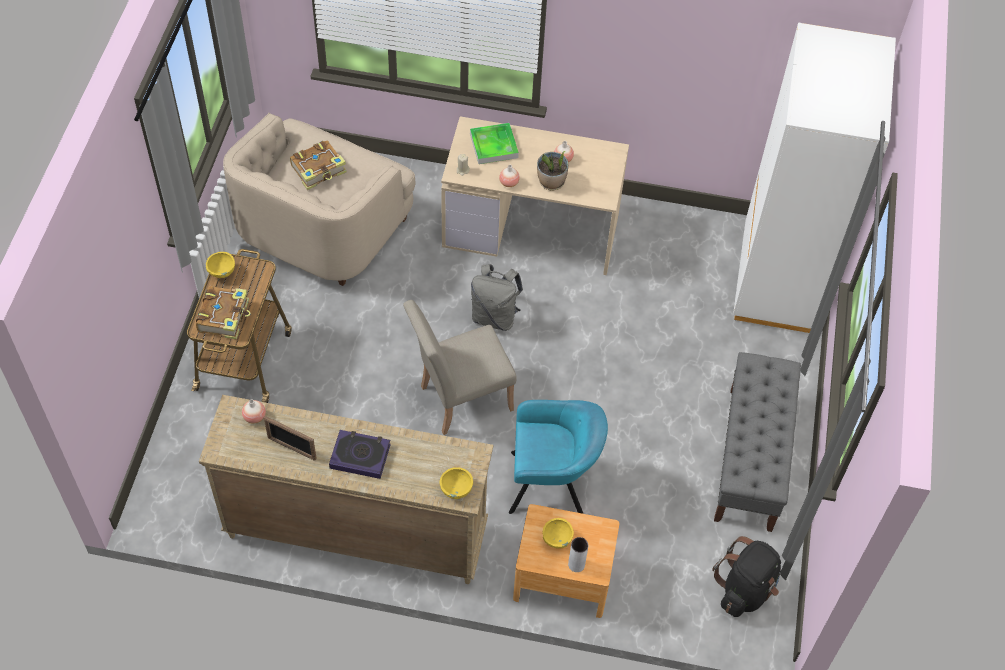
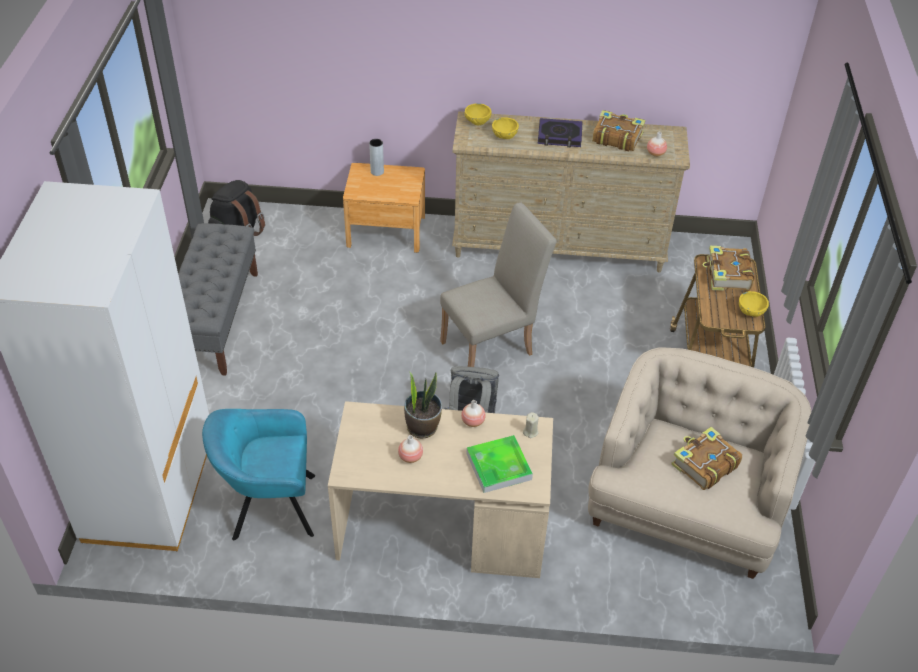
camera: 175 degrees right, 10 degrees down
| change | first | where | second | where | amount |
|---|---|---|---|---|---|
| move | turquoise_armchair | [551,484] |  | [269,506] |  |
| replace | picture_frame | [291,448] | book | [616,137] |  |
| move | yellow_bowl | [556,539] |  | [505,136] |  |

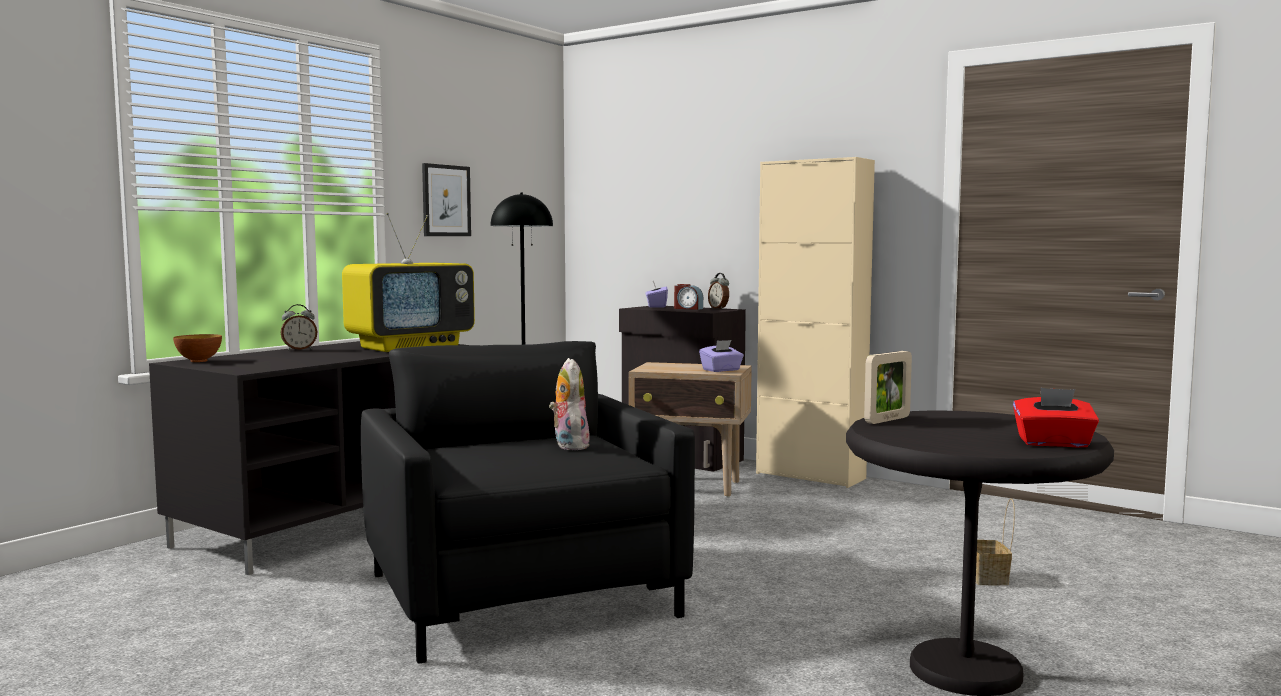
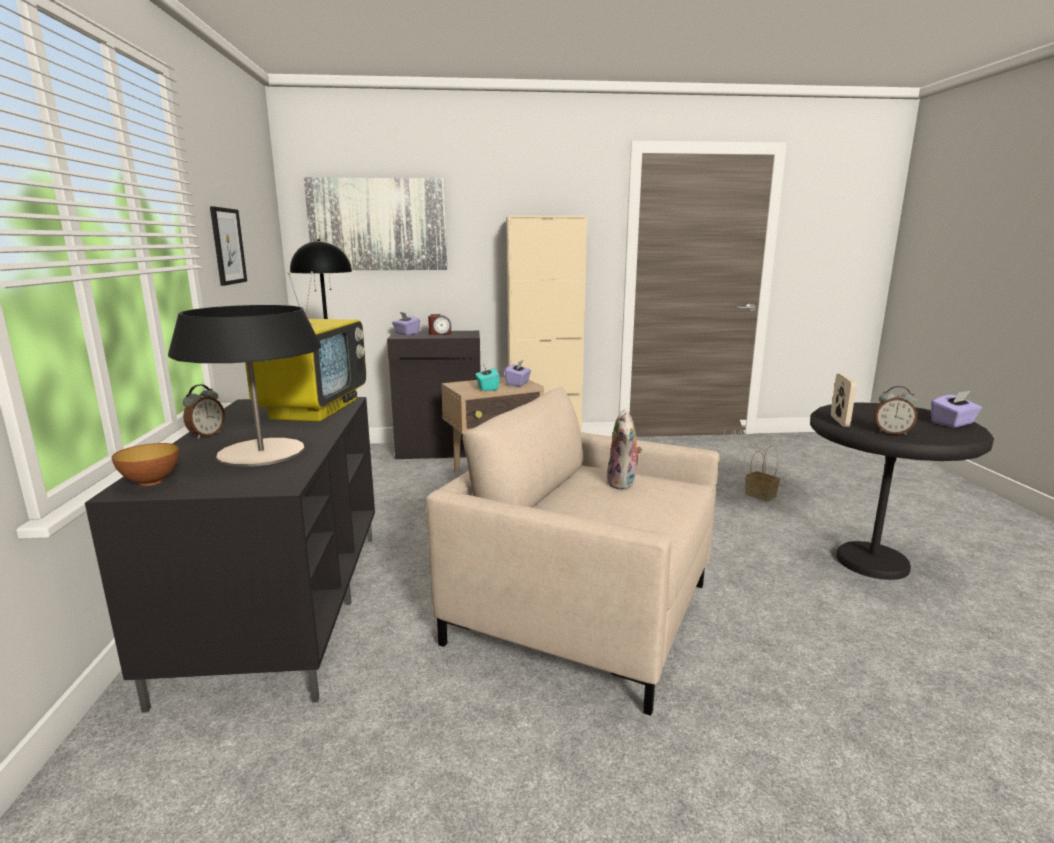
camera: 40 degrees left, 10 degrees up
| change | first | where | second | where | amount |
|---|---|---|---|---|---|
| move | alarm_clock | [719,308] |  | [891,433] |  |
| recolor | black_armchair | [522,595] | beige_armchair | [582,612] |  |
| rotate | plush_toy | [568,446] |  | [623,483] | 120 degrees counterclockwise |
| recolor | red_tissue_box | [1053,443] | purple_tissue_box | [953,423] |  |
| insert |  |  | picture | [378,225] |  |
| insert |  |  | table_lamp | [261,452] |  |
| insert |  |  | turquoise_tissue_box | [487,388] |  |

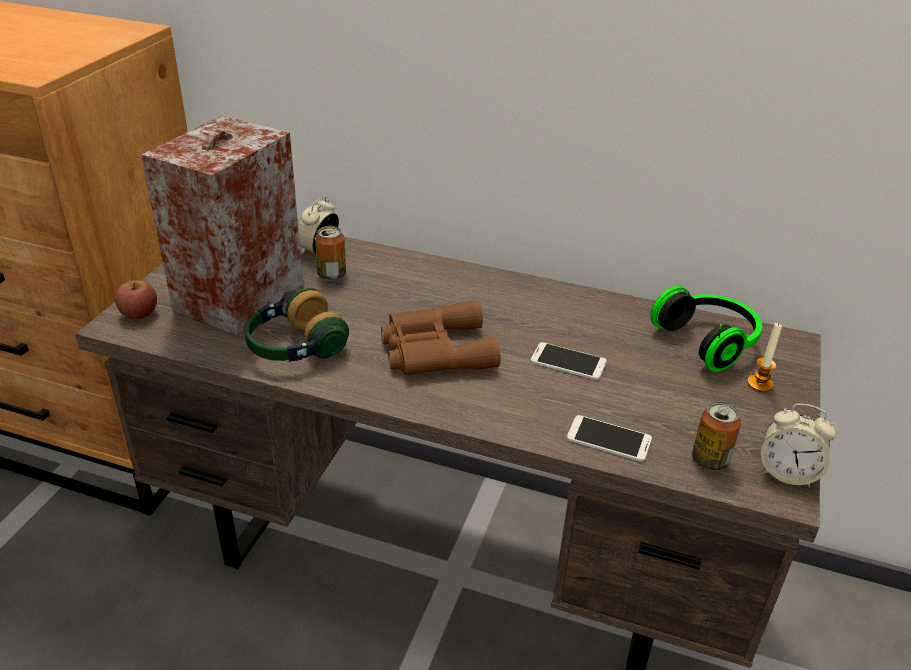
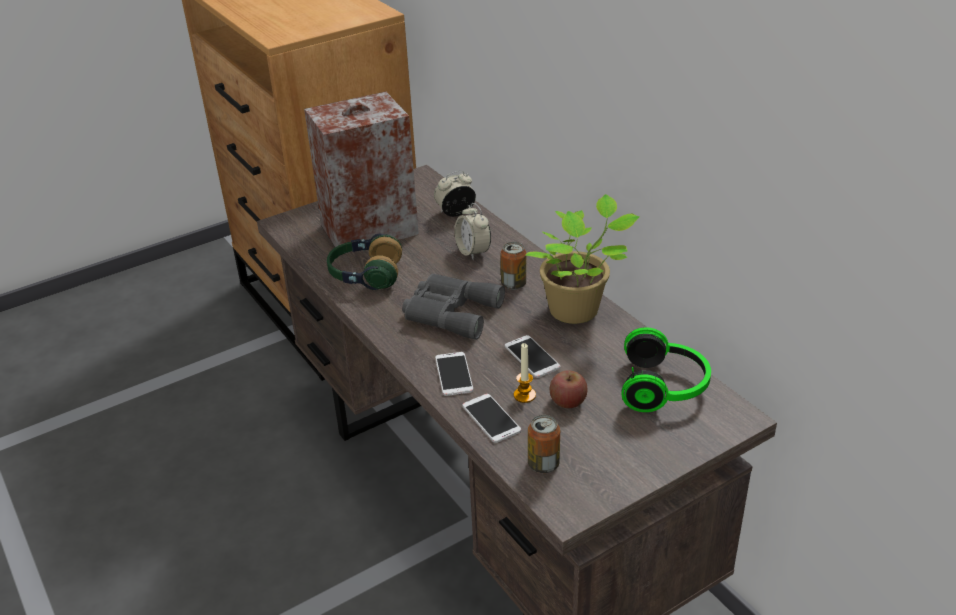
camera: 40 degrees right, 0 degrees up
| change | first | where | second | where | amount |
|---|---|---|---|---|---|
| move | can | [332,275] |  | [513,284] |  |
| move | apple | [139,313] |  | [568,401] |  |
| recolor | brown_binoculars | [434,350] | grey_binoculars | [449,312] |  |
| move | candle | [760,384] |  | [524,395] |  |
| move | alarm_clock | [787,473] |  | [473,252] |  |
| insert |  |  | potted_plant | [578,310] |  |
| insert |  |  | phone | [454,374] |  |

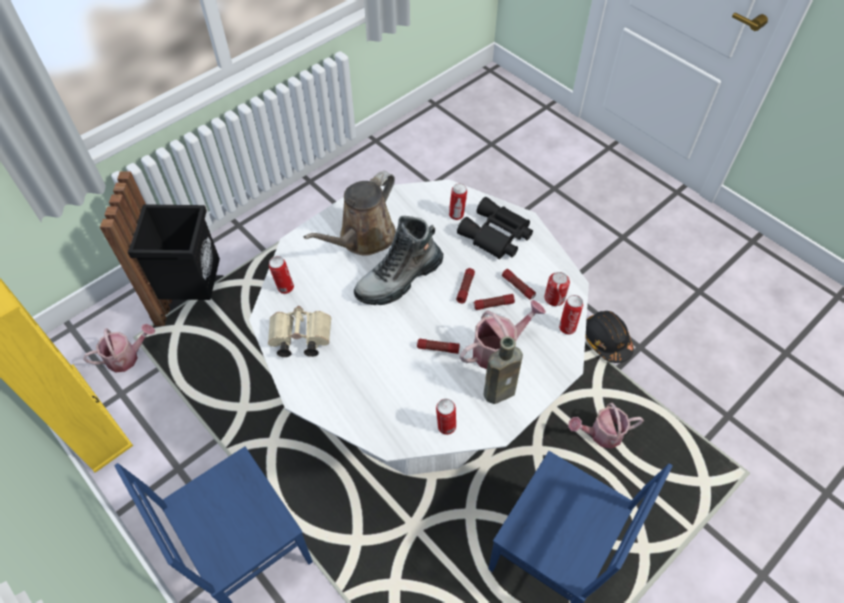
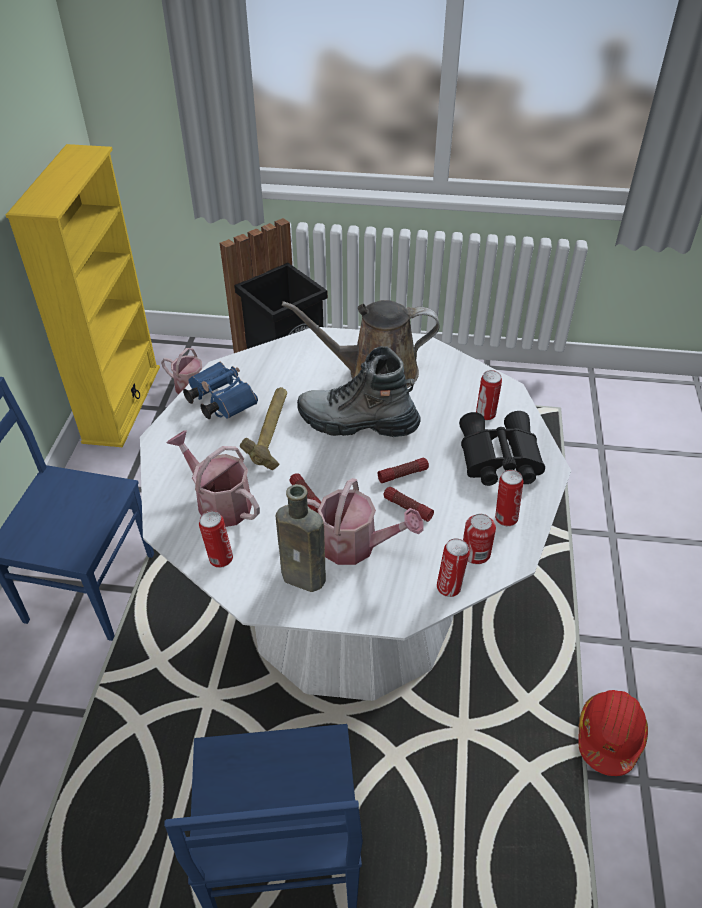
camera: 50 degrees right, 10 degrees down
| change | first | where | second | where | amount |
|---|---|---|---|---|---|
| move | can | [284,288] |  | [505,518] |  |
| delete | flashlight | [518,287] |  |  |  |
| recolor | beige_binoculars | [299,339] | blue_binoculars | [219,401] |  |
| recolor | black_hard_hat | [606,340] | red_hard_hat | [609,736] |  |
| move | watering_can | [601,434] |  | [219,502] |  |
| insert |  |  | hammer | [271,436] |  |

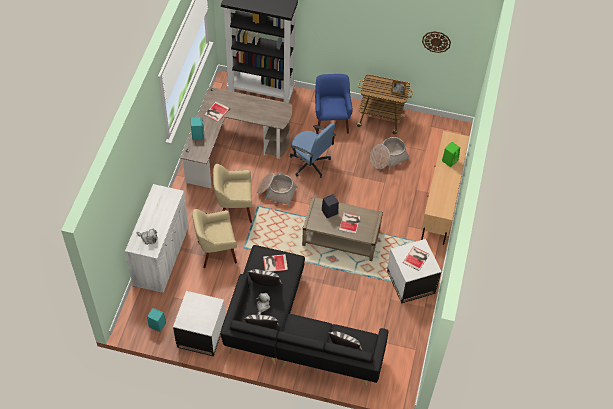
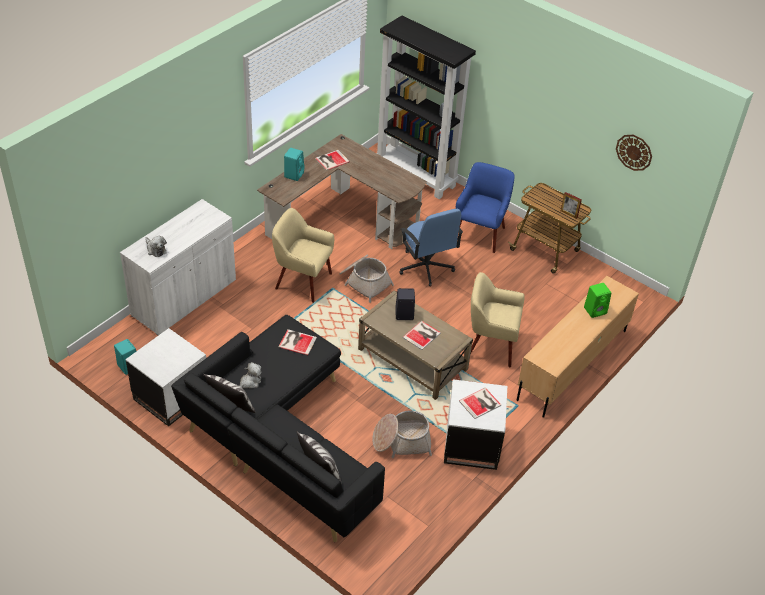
camera: 25 degrees right, 10 degrees down
| change | first | where | second | where | amount |
|---|---|---|---|---|---|
| move | basket | [388,158] |  | [401,441] |  |
| move | beige_armchair | [216,251] |  | [490,345] |  |
| delete | pillow | [265,285] |  |  |  |

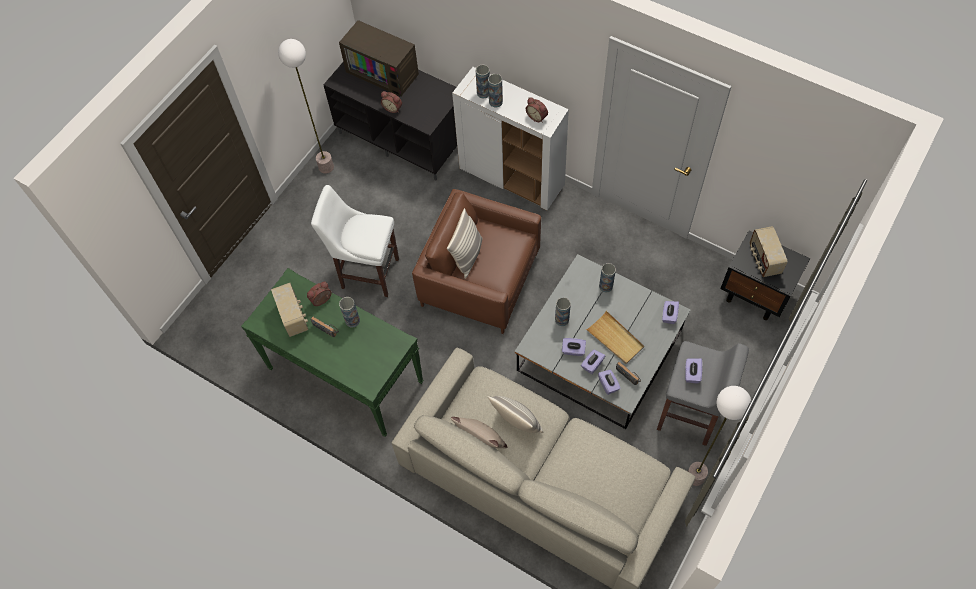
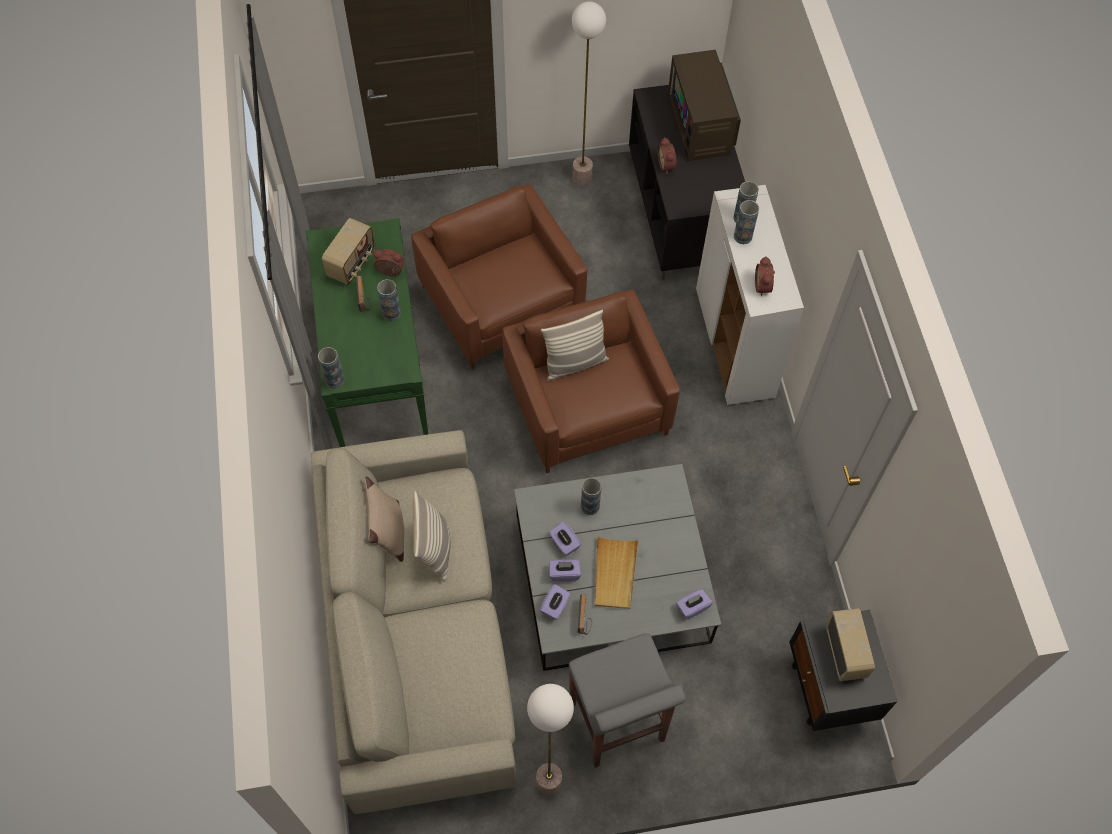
camera: 45 degrees right, 0 degrees up
| change | first | where | second | where | amount |
|---|---|---|---|---|---|
| replace | white_stool | [367,272] | brown_armchair | [501,302] |  |
| rotate | radio | [763,260] |  | [845,652] | 135 degrees clockwise |
| move | vase | [605,286] |  | [334,380] |  |
| delete | purple_tissue_box | [692,374] |  |  |  |

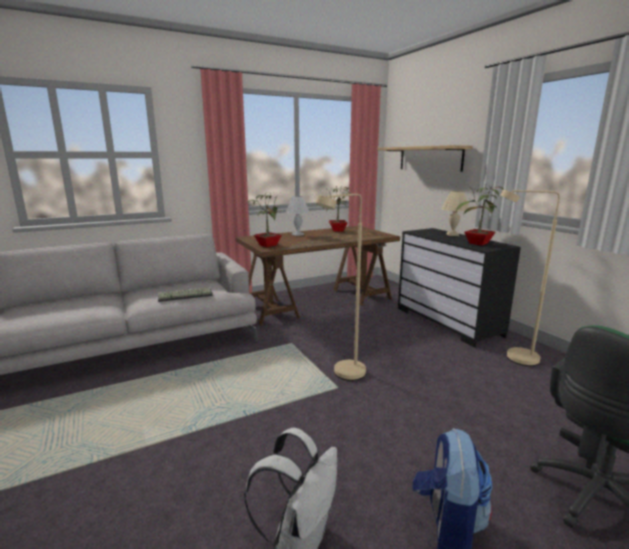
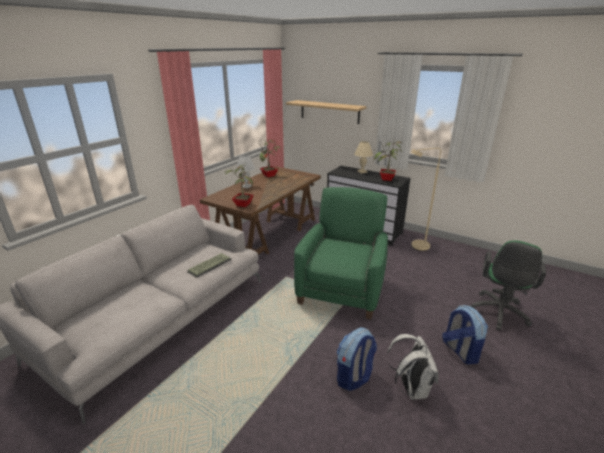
camera: 30 degrees left, 10 degrees up
| change | first | where | second | where | amount |
|---|---|---|---|---|---|
| replace | beige_floor_lamp | [343,375] | green_armchair | [342,289] |  |
| insert |  |  | backpack | [354,377] |  |

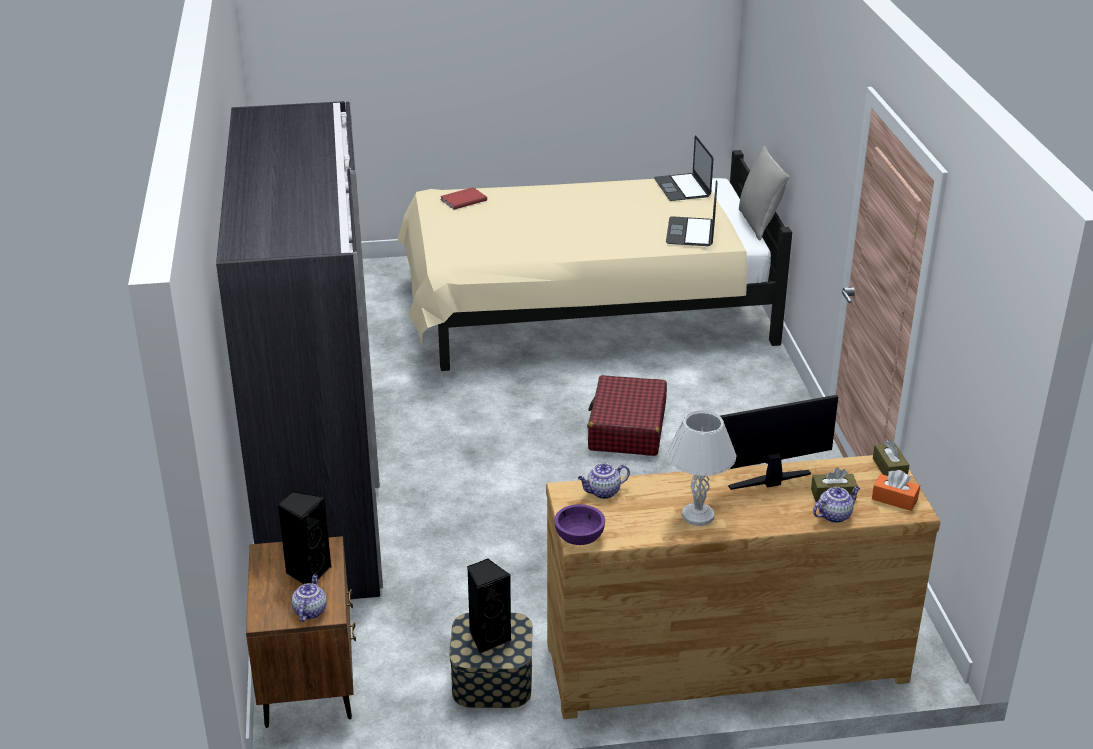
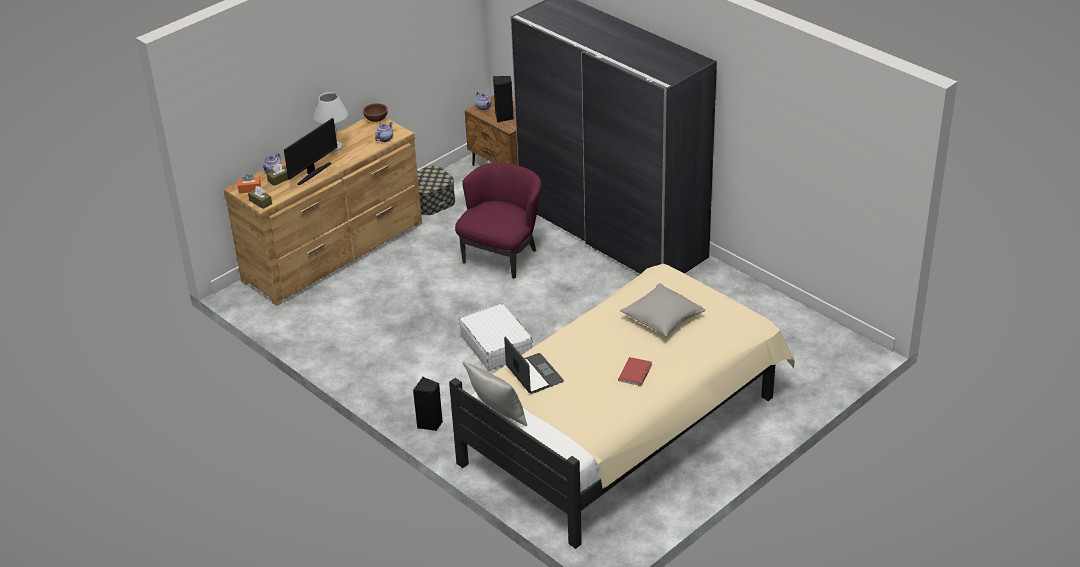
camera: 145 degrees right, 5 degrees up
| change | first | where | second | where | amount |
|---|---|---|---|---|---|
| delete | laptop | [682,187] |  |  |  |
| move | red_book | [462,199] |  | [636,373] |  |
| recolor | red_suitcase | [627,428] | white_suitcase | [496,345] |  |
| recolor | purple_bowl | [579,538] | brown_bowl | [376,119] |  |
| move | black_speaker | [488,637] |  | [430,424] |  |
| insert |  |  | purple_armchair | [502,255] |  |
| insert |  |  | grey_pillow | [662,318] |  |

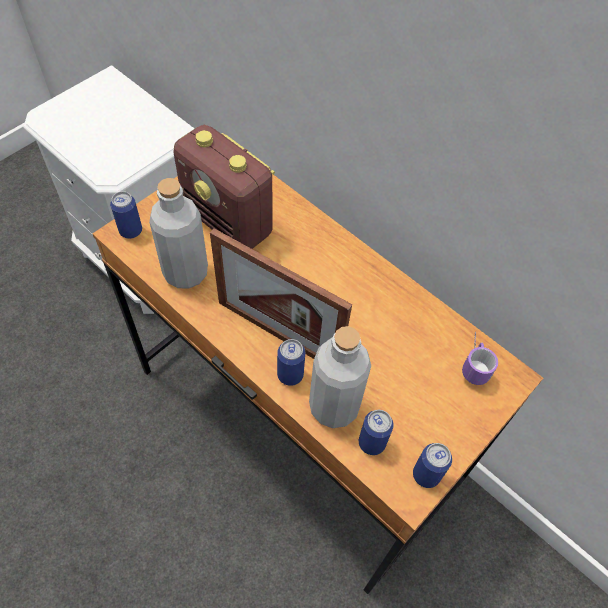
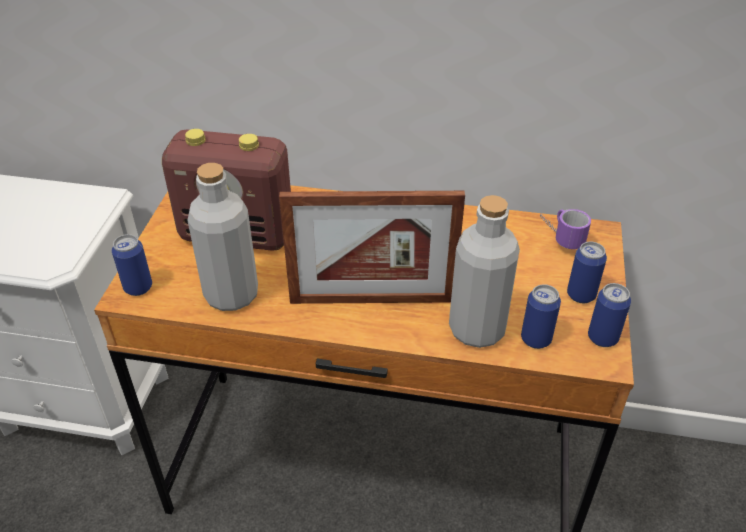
camera: 30 degrees left, 15 degrees down
| change | first | where | second | where | amount |
|---|---|---|---|---|---|
| move | can | [290,375] |  | [581,295] |  |

